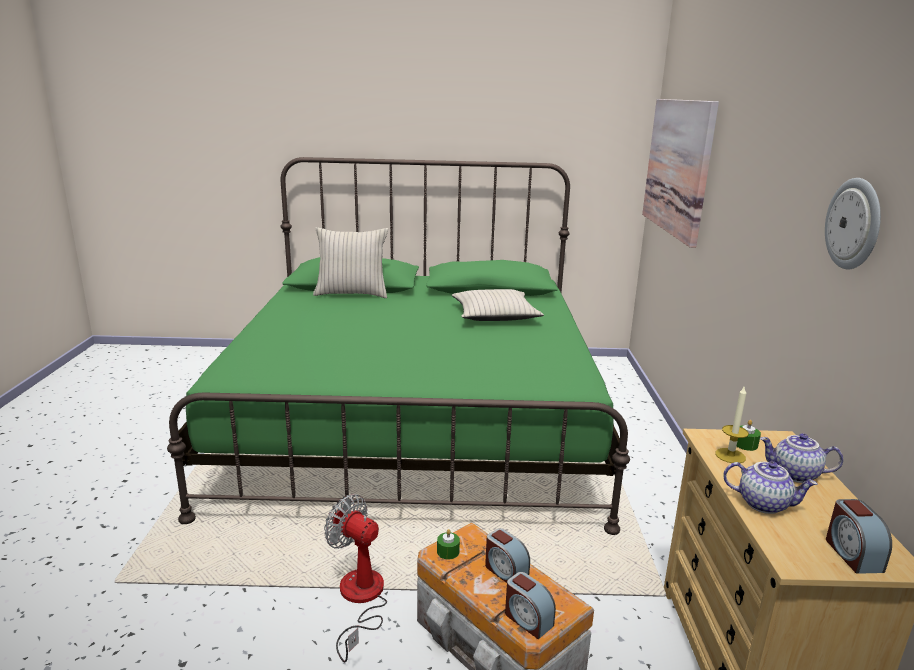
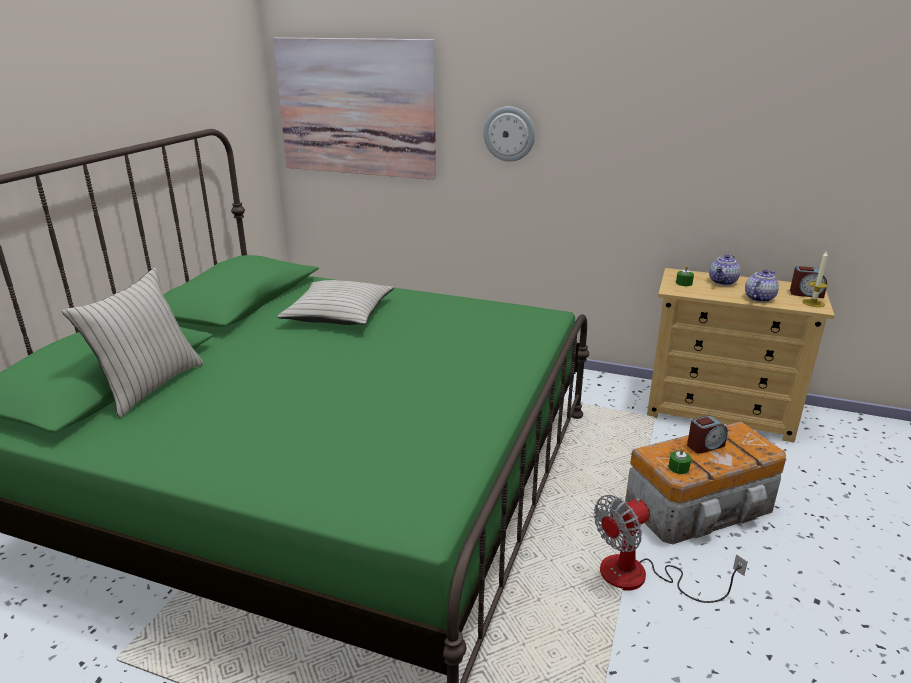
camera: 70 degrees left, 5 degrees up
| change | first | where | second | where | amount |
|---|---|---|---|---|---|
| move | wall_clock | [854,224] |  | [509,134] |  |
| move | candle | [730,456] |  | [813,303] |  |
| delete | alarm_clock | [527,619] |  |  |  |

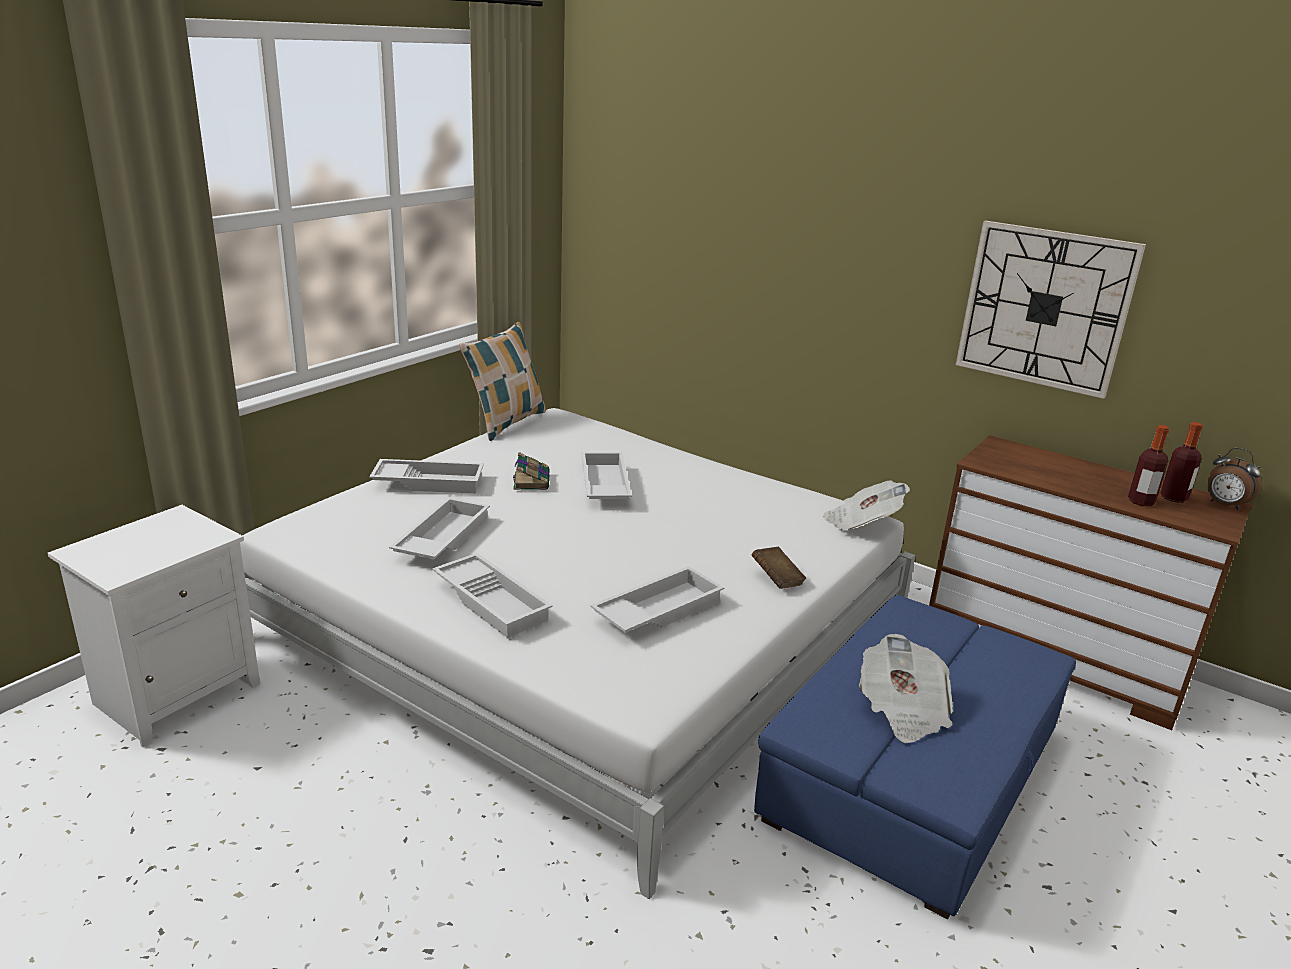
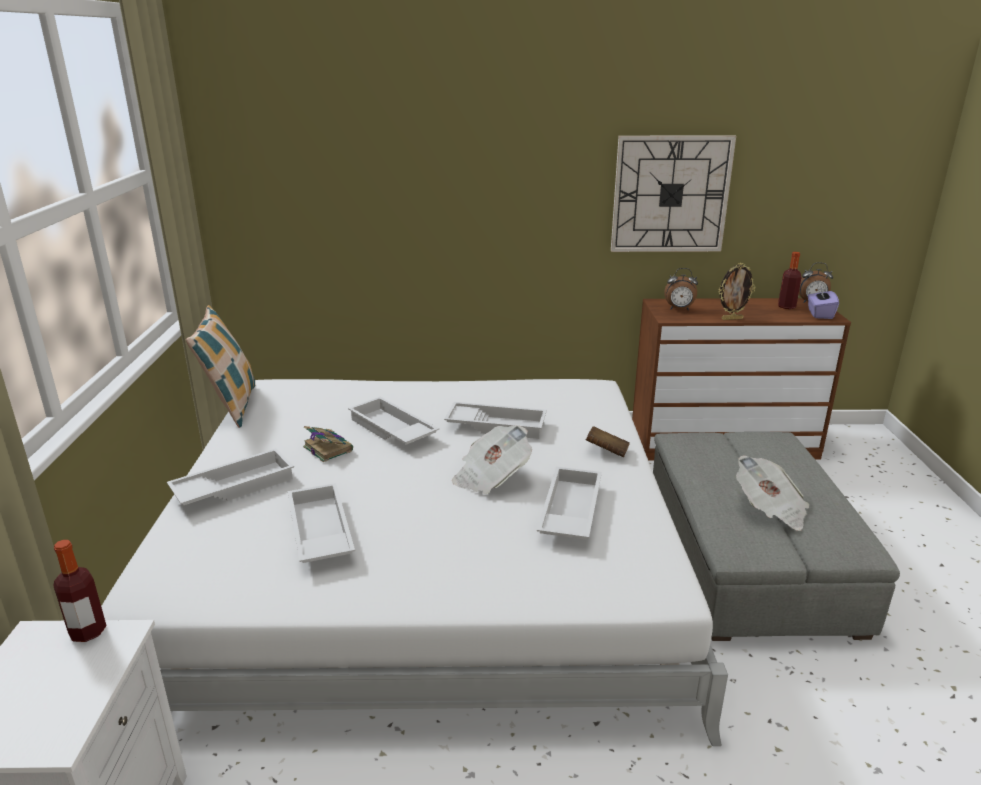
camera: 35 degrees left, 0 degrees up
| change | first | where | second | where | amount |
|---|---|---|---|---|---|
| move | bottle | [1141,501] |  | [88,632] |  |
| move | newspaper | [862,524] |  | [491,477] |  |
| move | white_tray | [493,601] |  | [497,425] |  |
| recolor | blue_ottoman | [913,776] | grey_ottoman | [749,557] |  |
| insert |  |  | picture_frame | [731,319] |  |
| insert |  |  | alarm_clock | [679,309] |  |
| insert |  |  | purple_tissue_box | [819,314] |  |

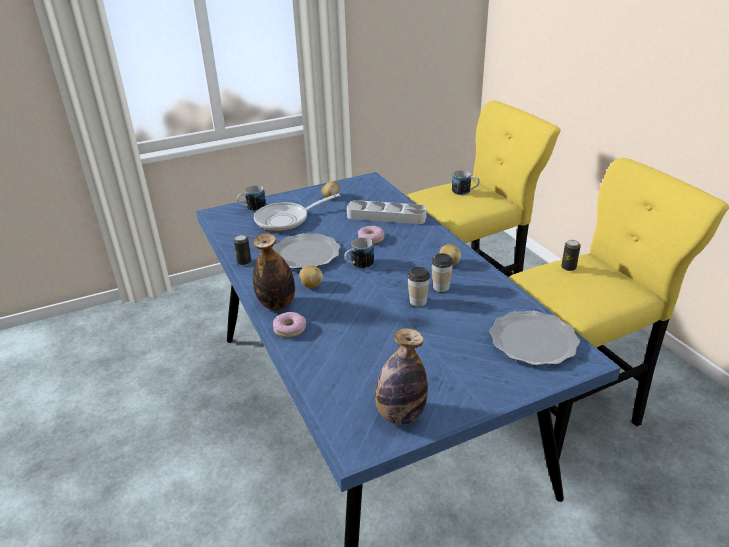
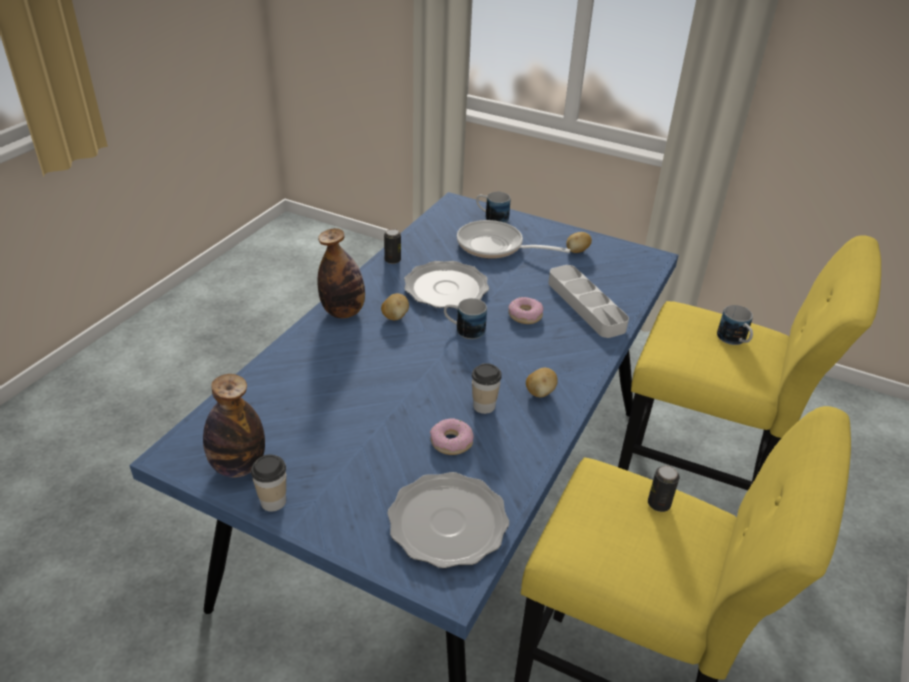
camera: 50 degrees right, 5 degrees up
| change | first | where | second | where | amount |
|---|---|---|---|---|---|
| move | cup | [418,301] |  | [273,501] |  |
| move | donut | [290,329] |  | [451,442] |  |

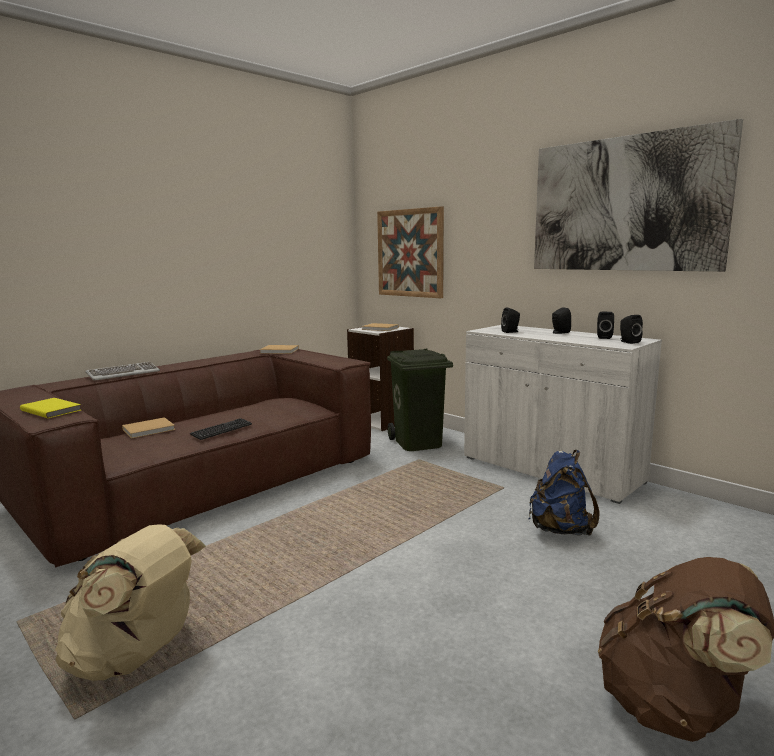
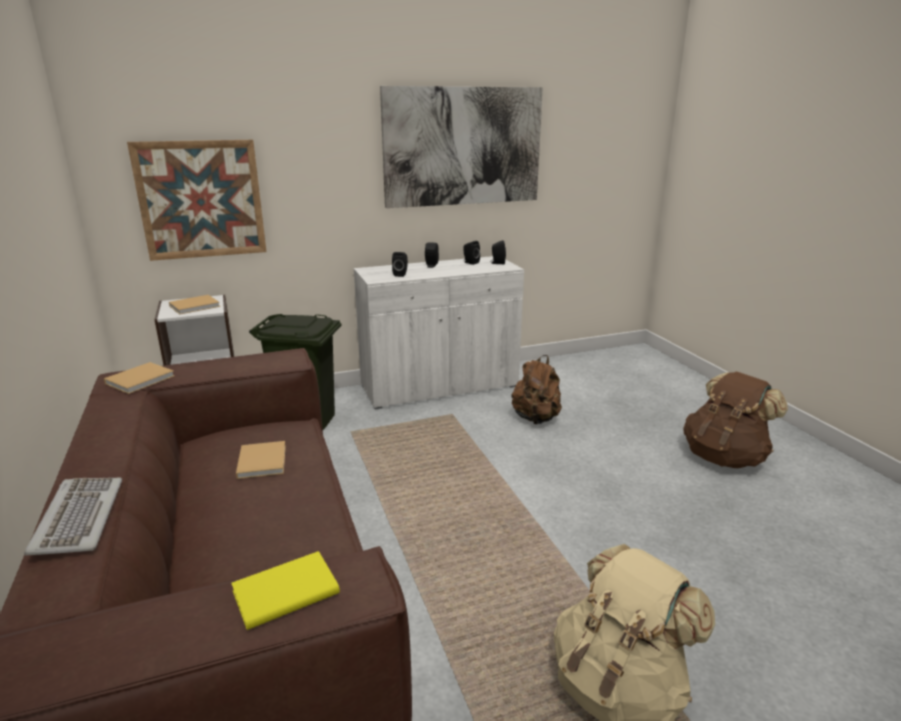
camera: 65 degrees left, 10 degrees up
| change | first | where | second | where | amount |
|---|---|---|---|---|---|
| move | beige_book | [150,429] |  | [262,460] |  |
| delete | keyboard | [221,430] |  |  |  |
| recolor | blue_backpack | [560,529] | brown_backpack | [536,418] |  |

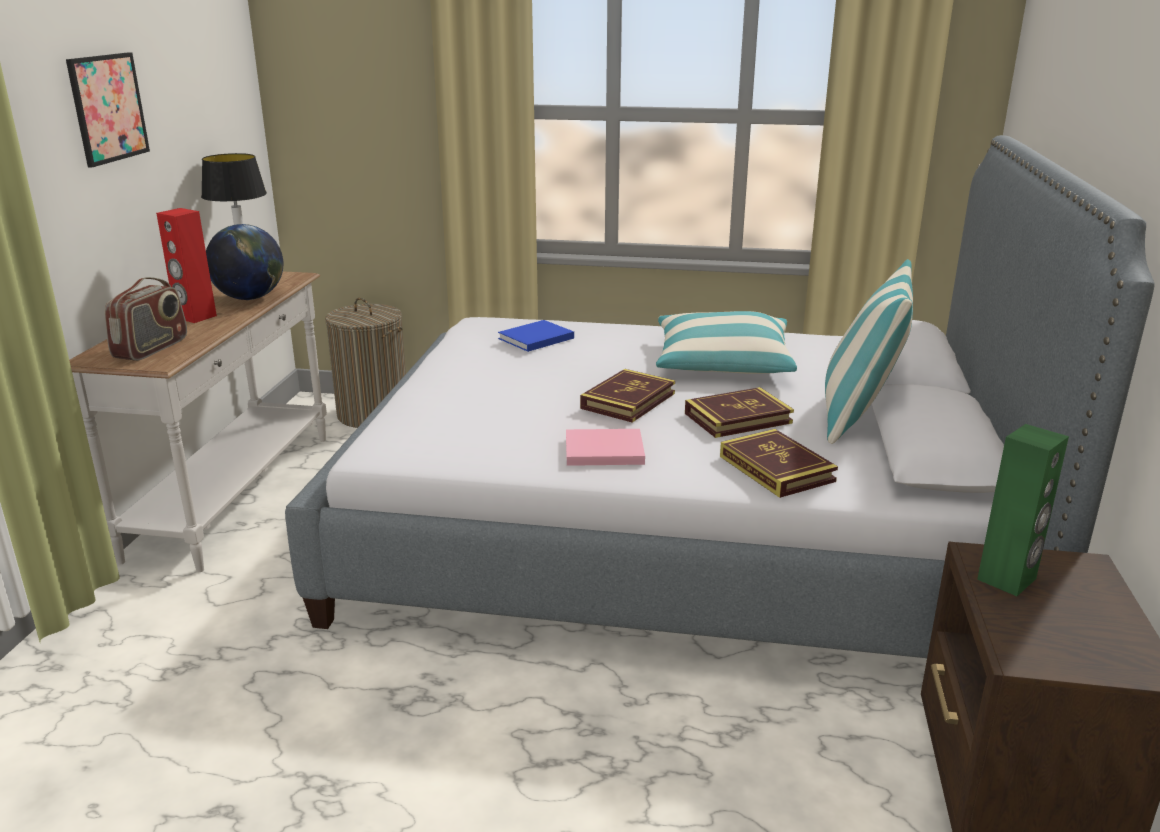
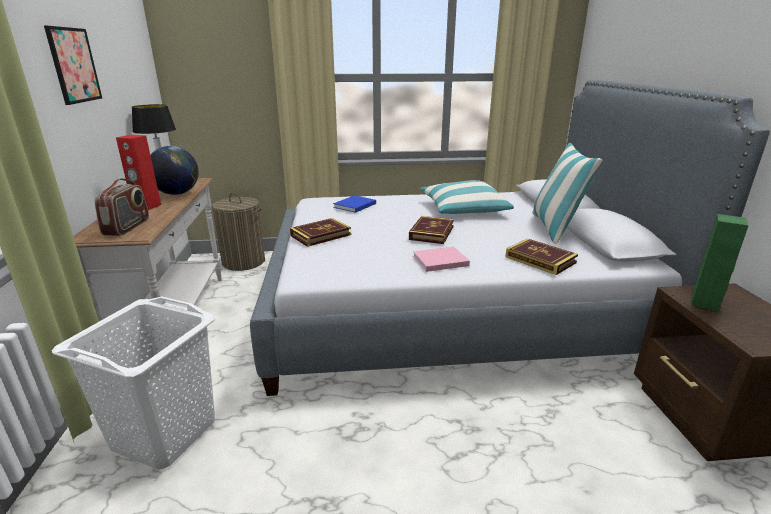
camera: 15 degrees left, 0 degrees up
| change | first | where | second | where | amount |
|---|---|---|---|---|---|
| move | book | [738,418] |  | [320,235] |  |
| insert |  |  | white_laundry_basket | [163,434] |  |

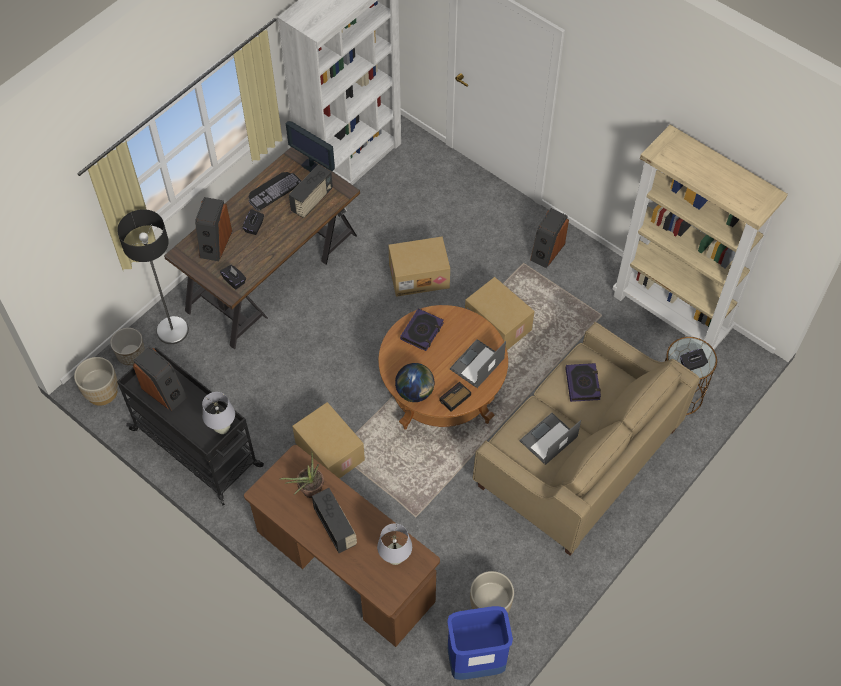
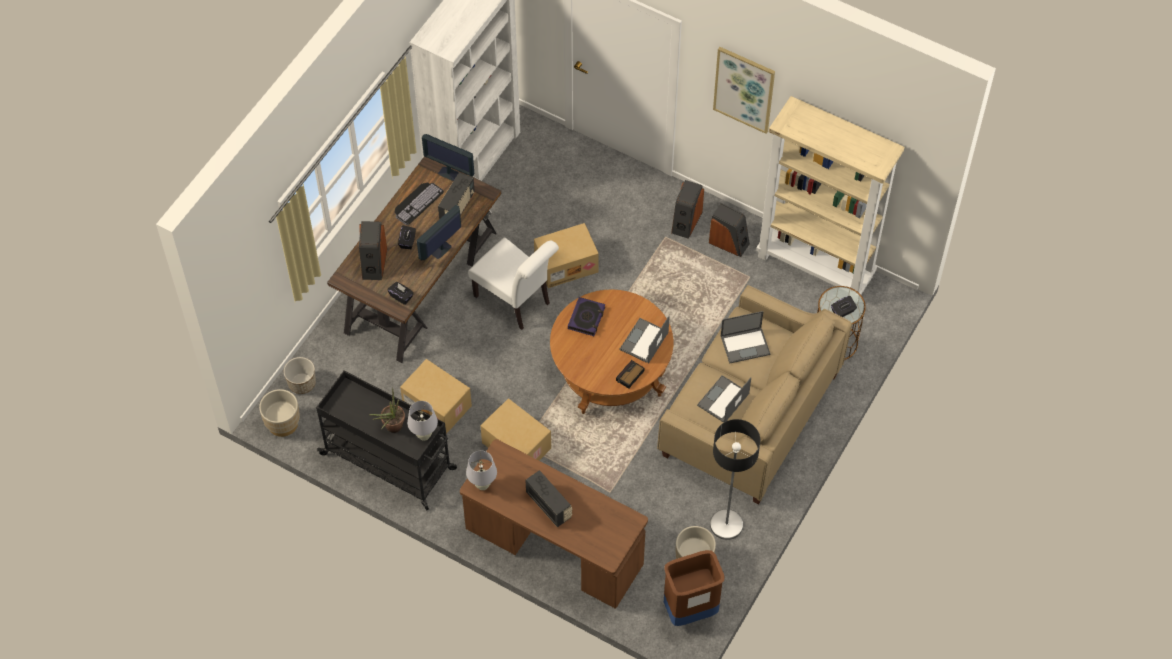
camera: 10 degrees left, 0 degrees up
| change | first | where | second | where | amount |
|---|---|---|---|---|---|
| move | floor_lamp | [172,331] |  | [726,525] |  |
| move | cardboard_box | [499,324] |  | [438,404] |  |
| move | speaker | [164,391] |  | [729,242] |  |
| delete | globe | [415,392] |  |  |  |
| replace | book | [582,384] | laptop | [745,345] |  |
| move | potted_plant | [308,492] |  | [391,428] |  |
| move | white_table_lamp | [395,559] |  | [482,485] |  |
| recolor | blue_trash_can | [476,663] | brown_trash_can | [690,611] |  |
| insert |  |  | picture | [744,89] |  |
| insert |  |  | monitor | [440,250] |  |
| insert |  |  | white_chair | [516,302] |  |

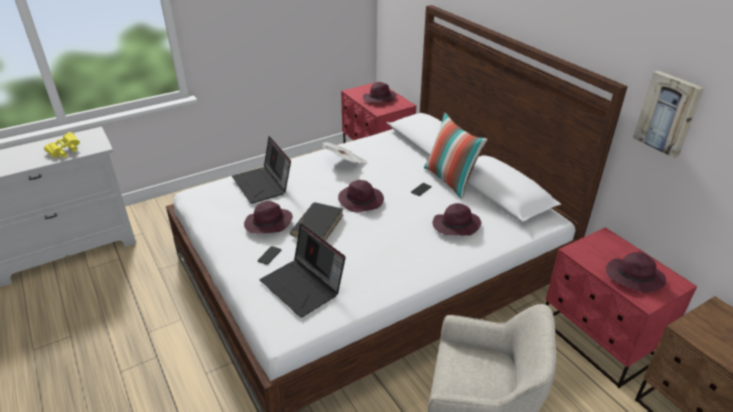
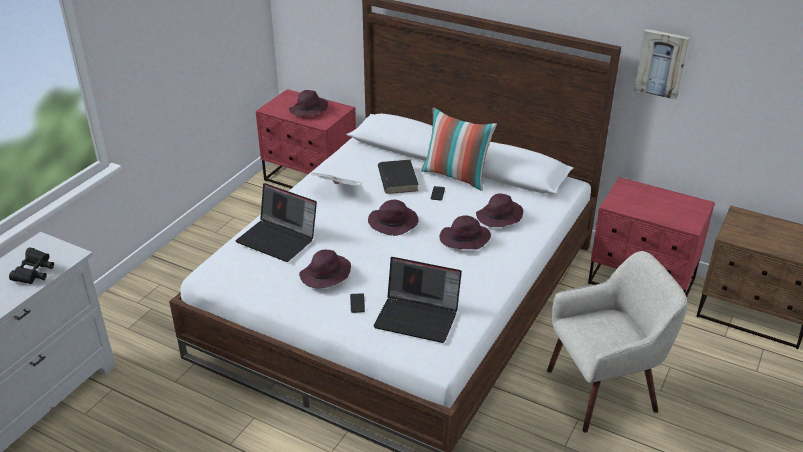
camera: 30 degrees left, 0 degrees up
| change | first | where | second | where | amount |
|---|---|---|---|---|---|
| recolor | yellow_binoculars | [65,152] | black_binoculars | [35,273] |  |
| move | black_book | [317,224] |  | [397,179] |  |
| move | purple_hat | [633,277] |  | [464,239] |  |

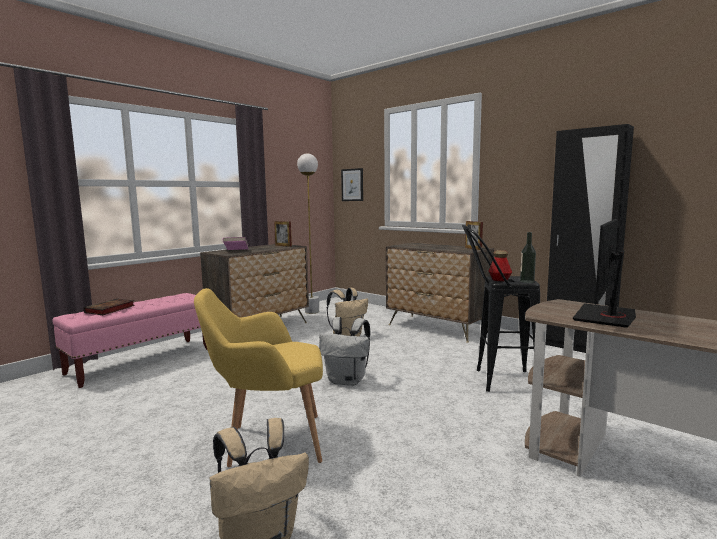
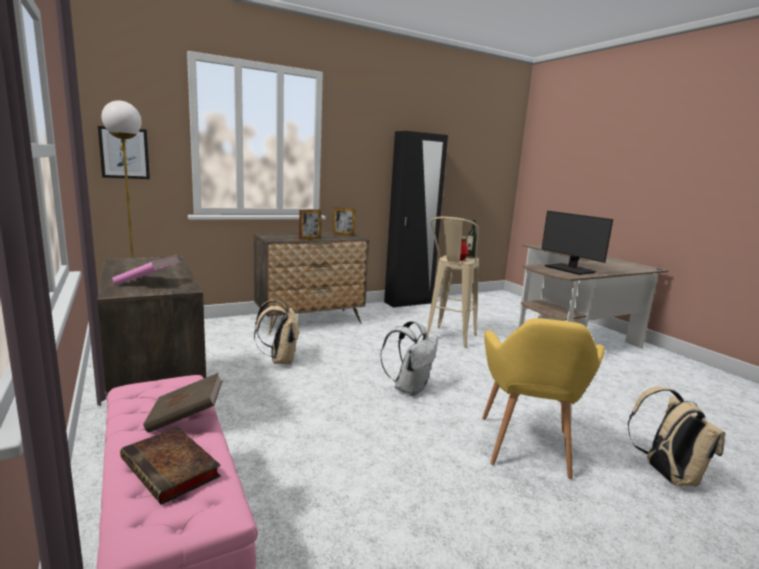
camera: 70 degrees left, 5 degrees up
| change | first | where | second | where | amount |
|---|---|---|---|---|---|
| move | picture_frame | [283,245] |  | [310,238] |  |
| recolor | black_stool | [495,381] | beige_stool | [448,339] |  |
| insert |  |  | brown_book | [185,418] |  |

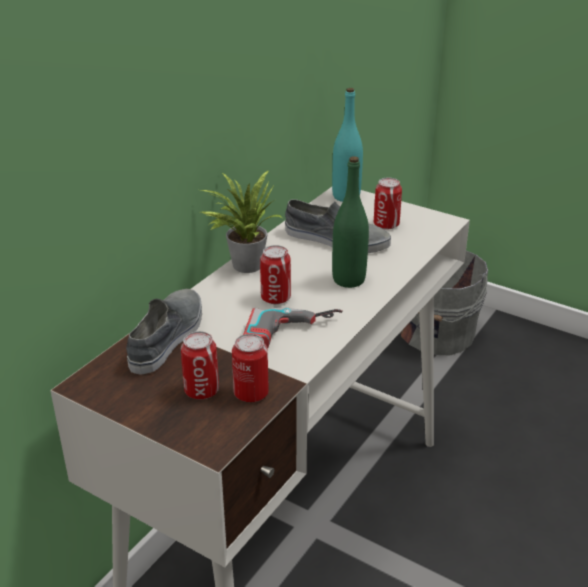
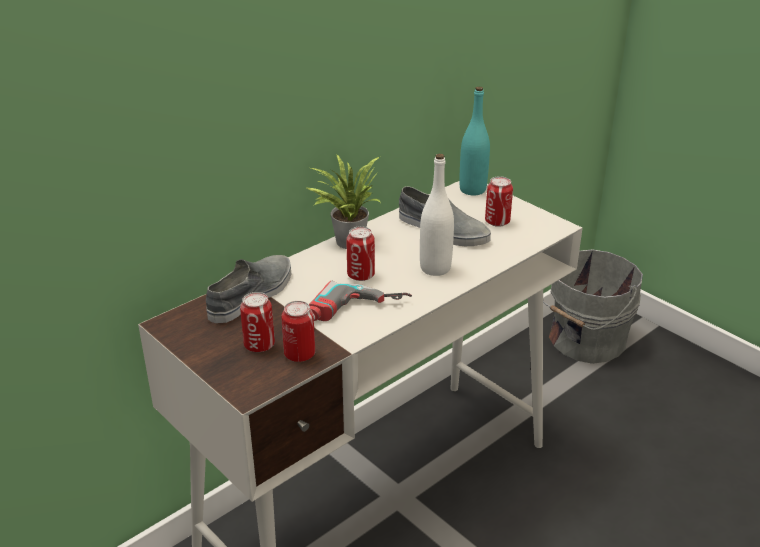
camera: 15 degrees right, 0 degrees up
| change | first | where | second | where | amount |
|---|---|---|---|---|---|
| recolor | green_bottle | [348,280] | white_bottle | [435,268] |  |

